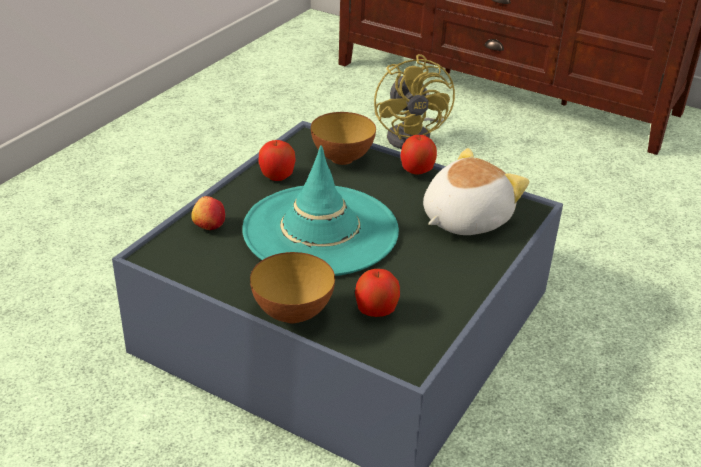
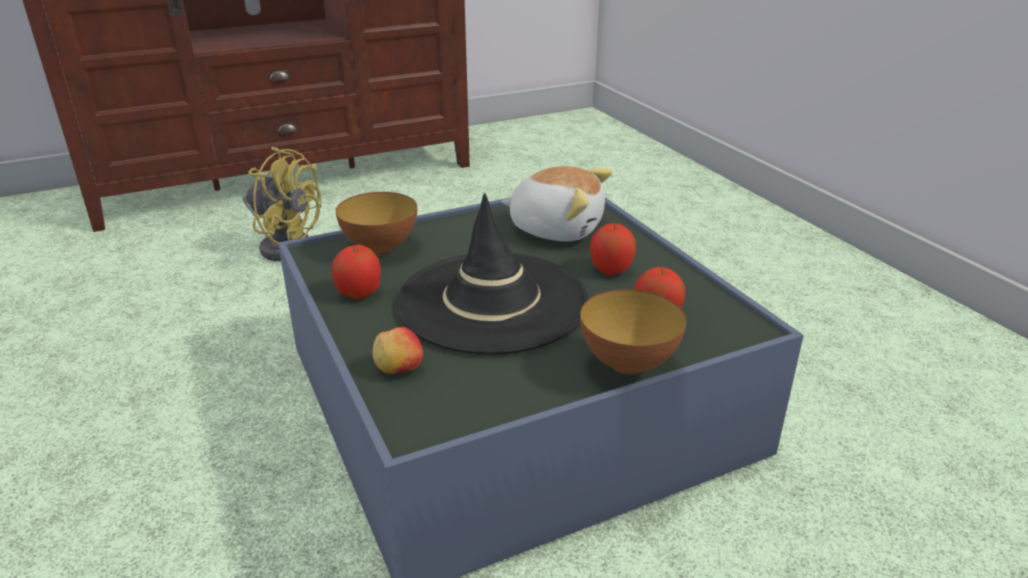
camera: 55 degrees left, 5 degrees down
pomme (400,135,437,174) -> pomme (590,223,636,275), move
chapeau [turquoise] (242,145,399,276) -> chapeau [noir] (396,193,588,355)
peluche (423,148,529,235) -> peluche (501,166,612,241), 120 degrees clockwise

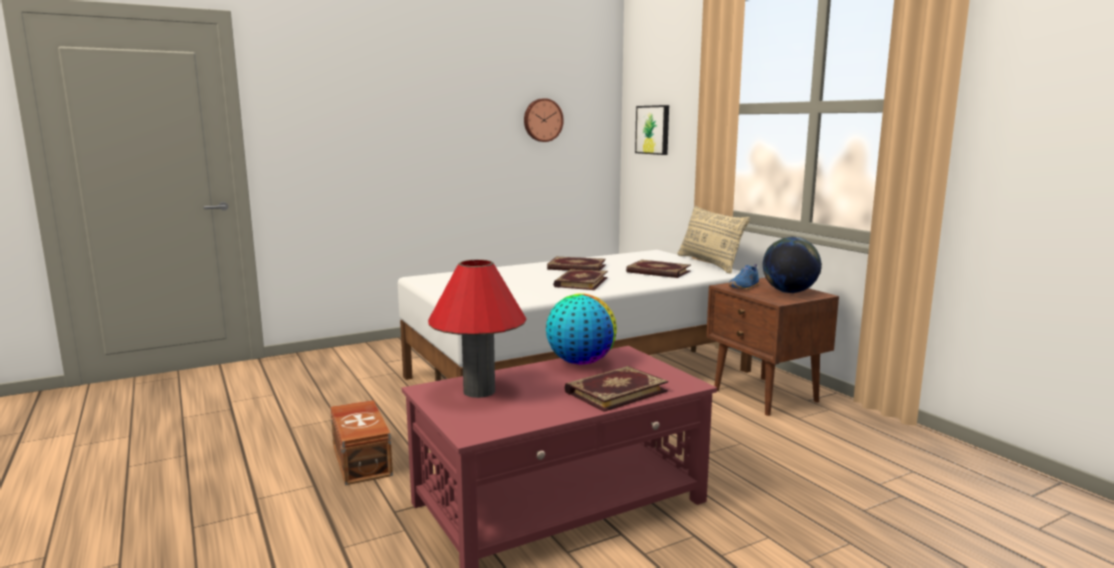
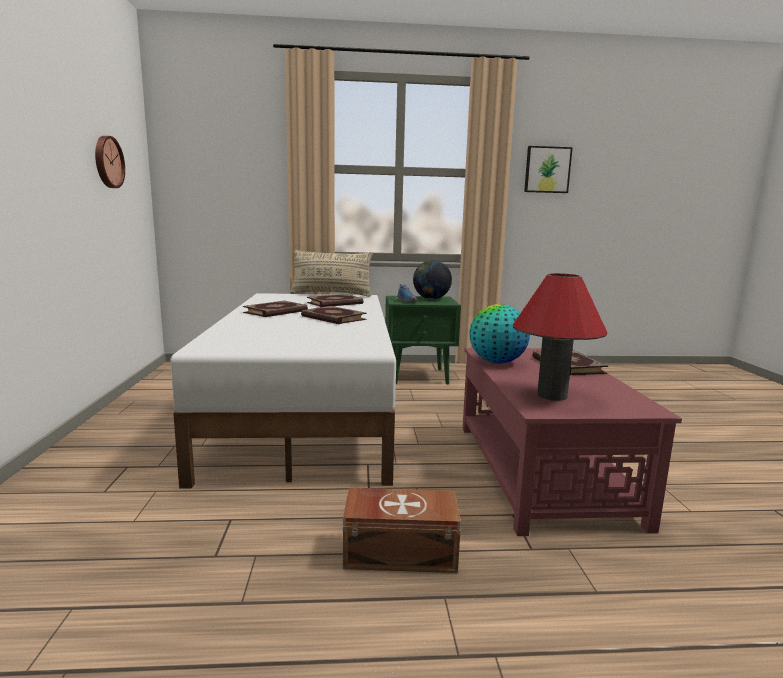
camera: 65 degrees left, 0 degrees up
tableau (635,105,669,155) -> tableau (524,146,573,193), move
table de chevet [marron] (706,277,839,416) -> table de chevet [vert] (385,296,461,384)

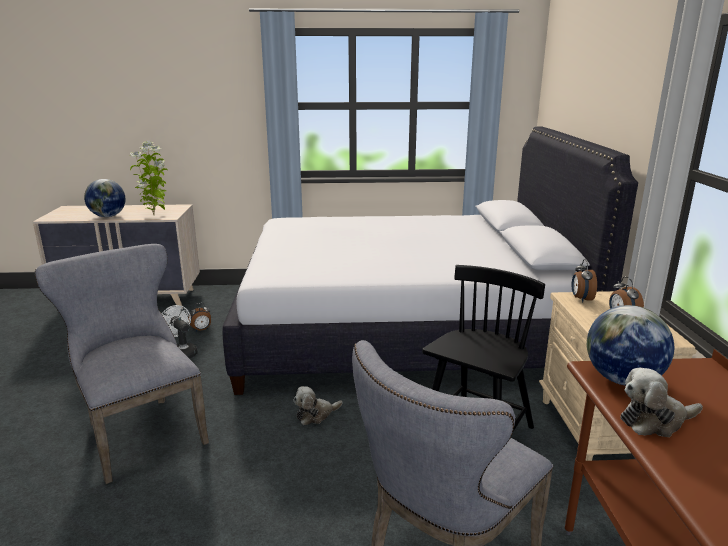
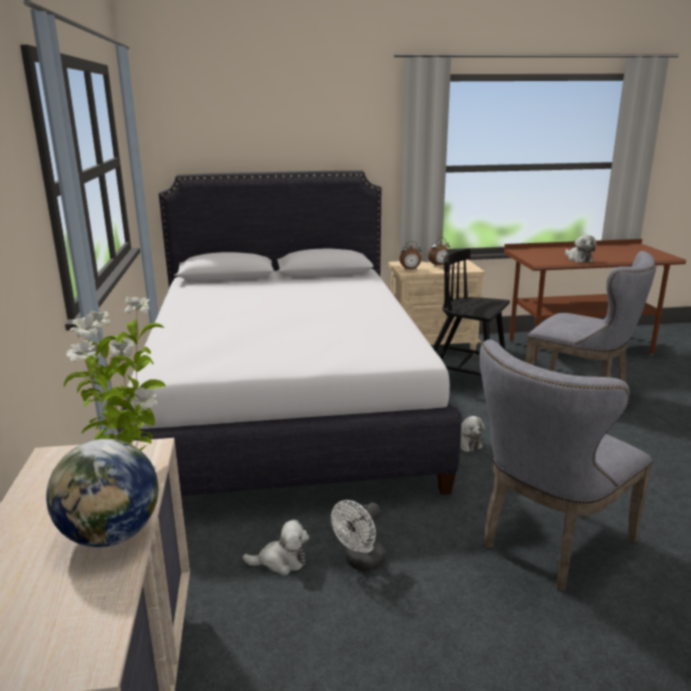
camera: 95 degrees left, 0 degrees up
globe (587,305,674,386) -> none
réveil (188,303,211,331) -> peluche (242,520,309,575)

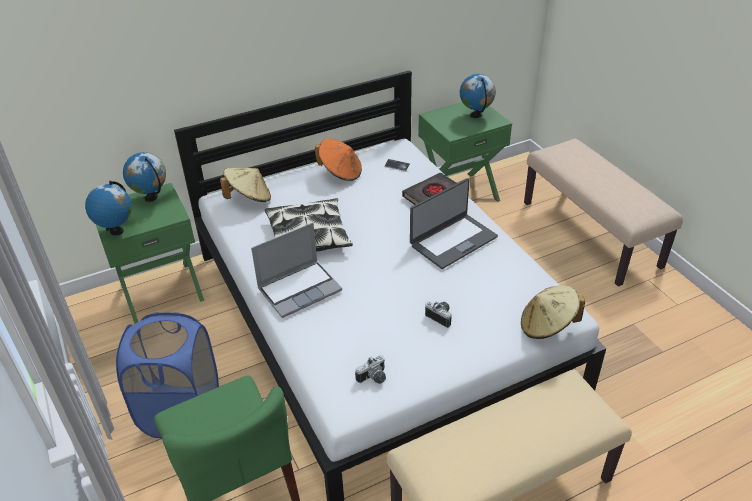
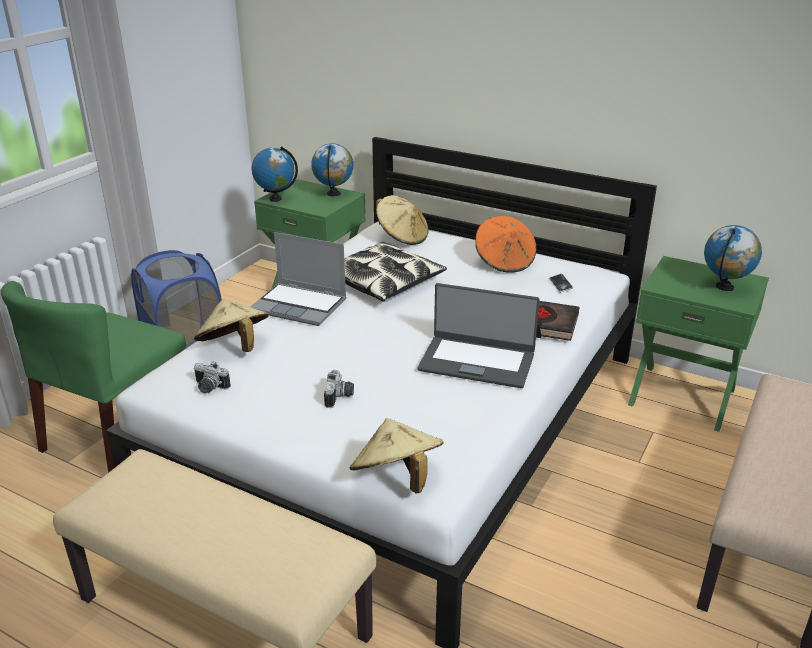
camera: 55 degrees right, 10 degrees down
none -> chapeau [beige] (194,299,269,352)

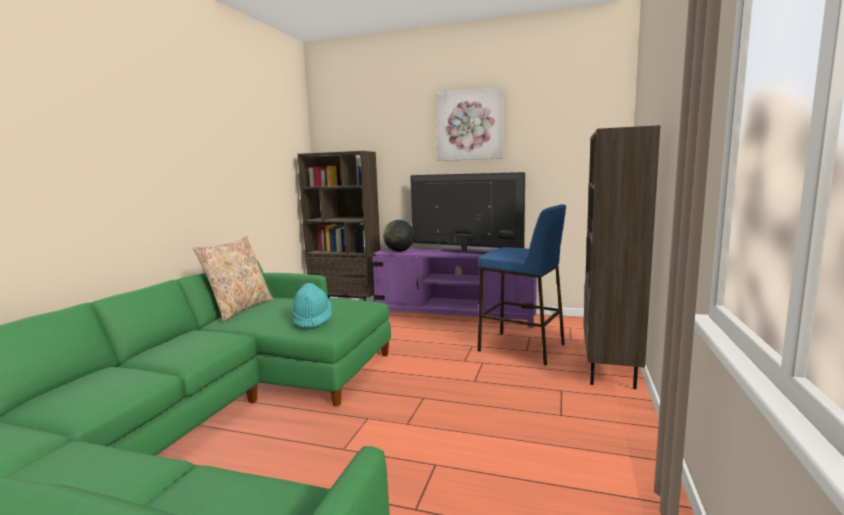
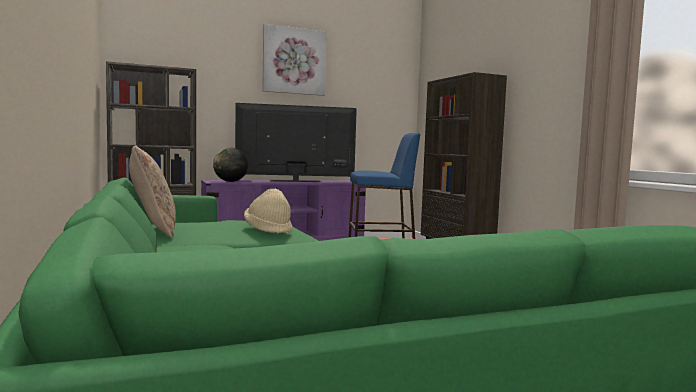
camera: 40 degrees left, 5 degrees down
chapeau [turquoise] (292,283,332,327) -> chapeau [beige] (244,189,293,233)

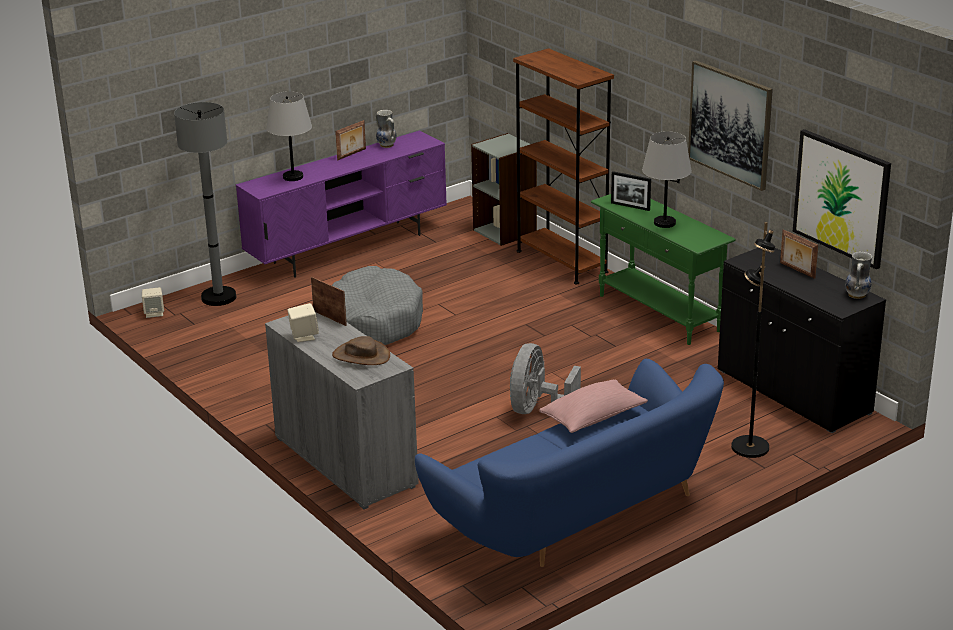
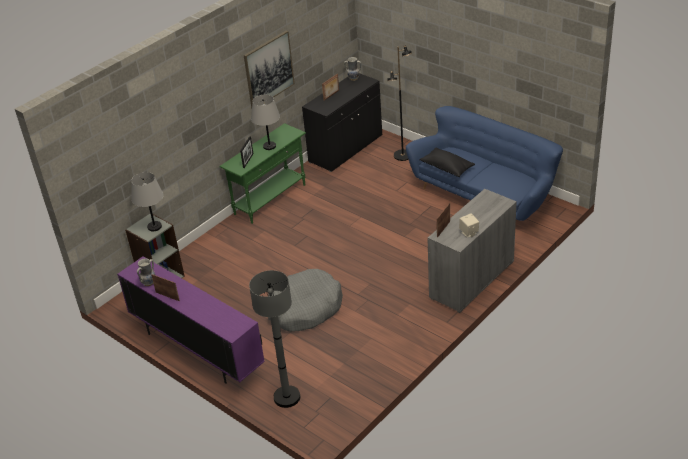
camera: 100 degrees left, 10 degrees up
enceinte [beige] (142,287,164,318) -> none
chapeau [marron] (332,336,390,365) -> none
ventilateur [gris] (510,343,581,414) -> none
bibliothèque [marron] (513,48,614,284) -> none
tableau (793,129,891,269) -> none
lampe de table [gris] (266,91,312,181) -> lampe de table [gris] (131,172,164,231), move
coussin [rose] (539,380,648,433) -> coussin [noir] (420,147,475,177)

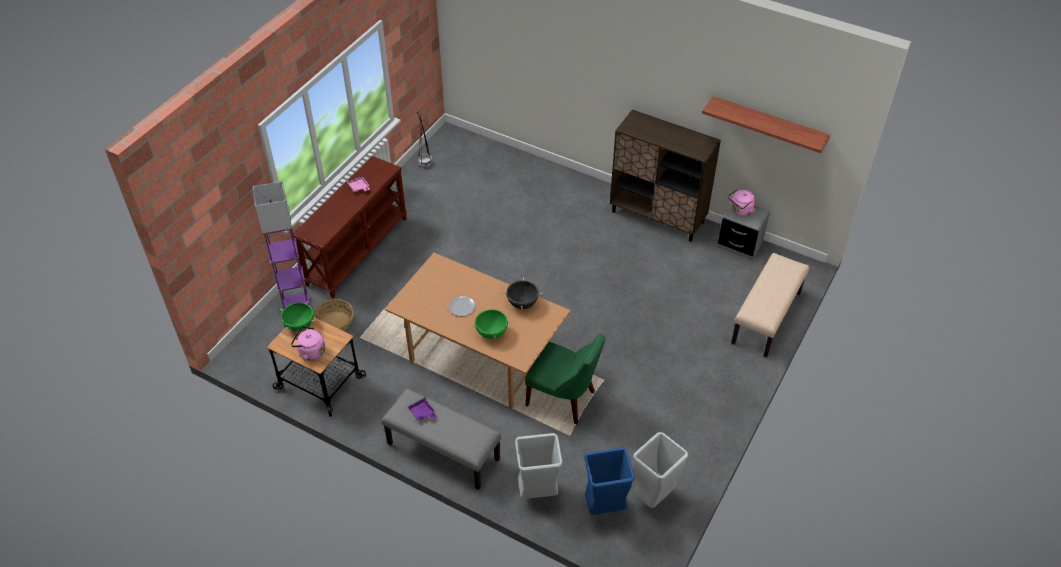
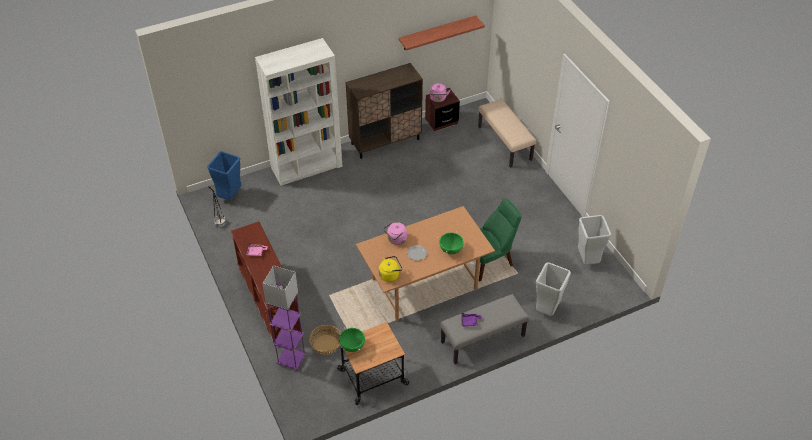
camera: 55 degrees left, 0 degrees up
marmite [noir] (503,278,543,310) -> none
none -> bibliothèque [blanc] (255,38,342,186)
none -> bouilloire [jaune] (379,256,403,282)
bouilloire [rose] (291,326,325,361) -> bouilloire [rose] (383,222,407,245), move
poubelle [bleu] (584,447,634,515) -> poubelle [bleu] (207,151,242,200), move
table de chevet [gris] (718,206,770,260) -> table de chevet [marron] (425,88,460,131)

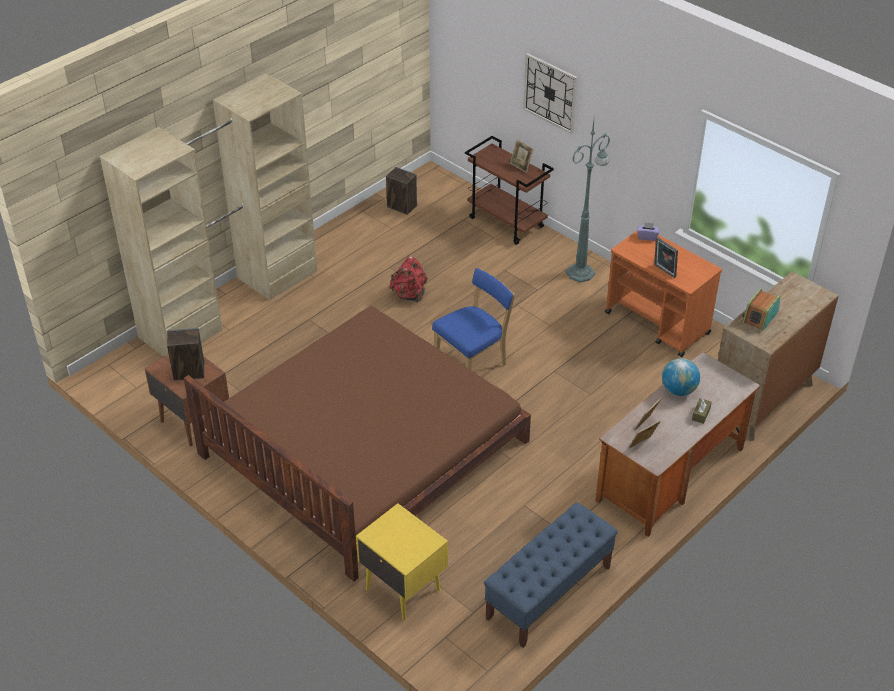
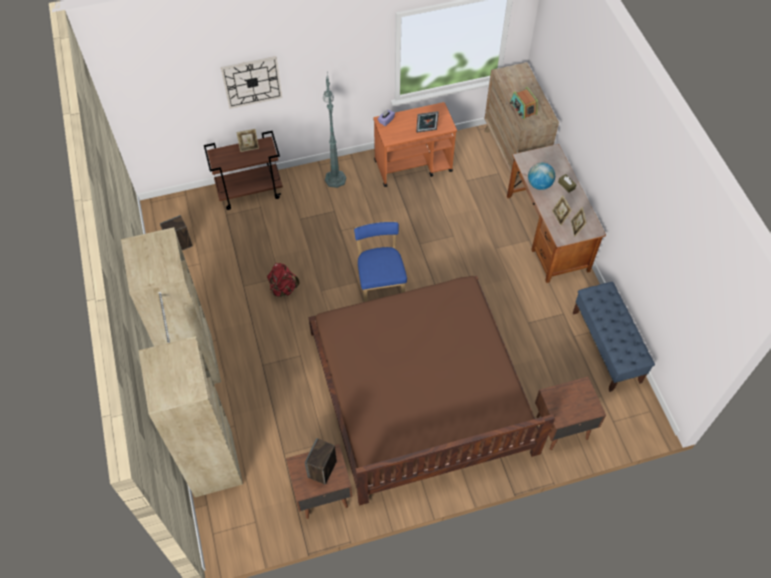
camera: 60 degrees left, 15 degrees up
table de chevet [jaune] (356,503,448,620) -> table de chevet [marron] (535,377,606,450)

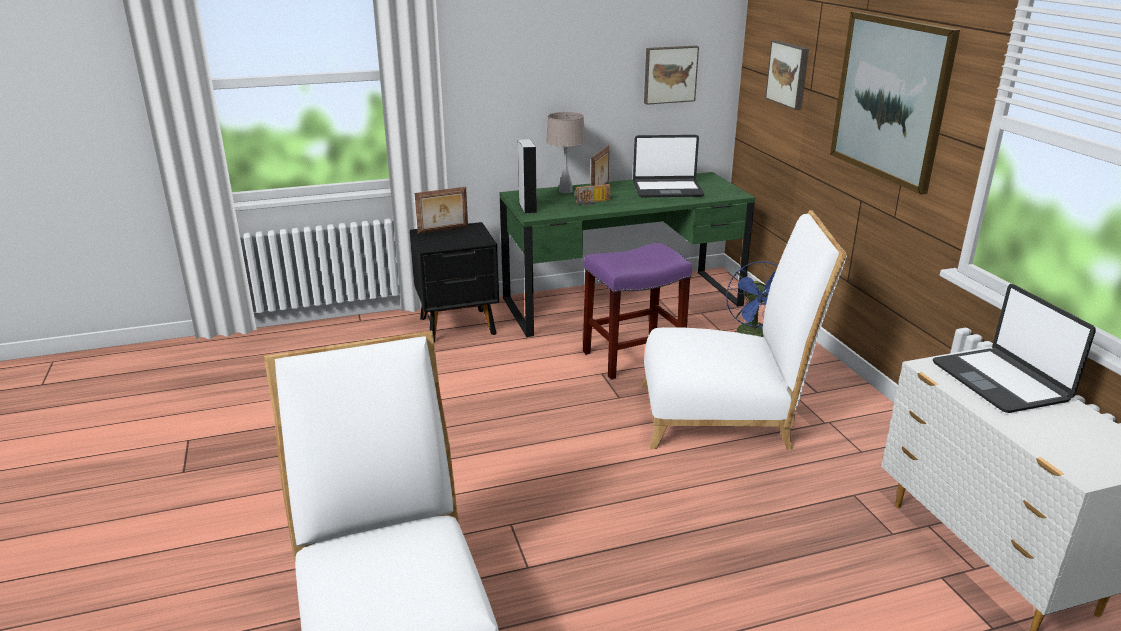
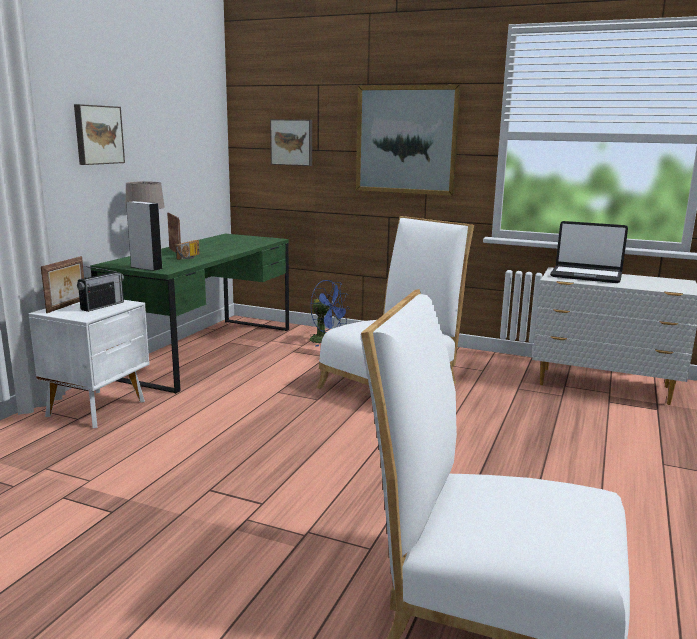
camera: 50 degrees left, 10 degrees down
tabouret [violet] (583,243,692,380) -> none
ordinateur portable (633,135,704,198) -> none
none -> radio (77,266,124,312)
tableau (644,46,699,105) -> tableau (74,104,125,165), move
table de chevet [noir] (410,222,499,342) -> table de chevet [blanc] (29,300,150,428)

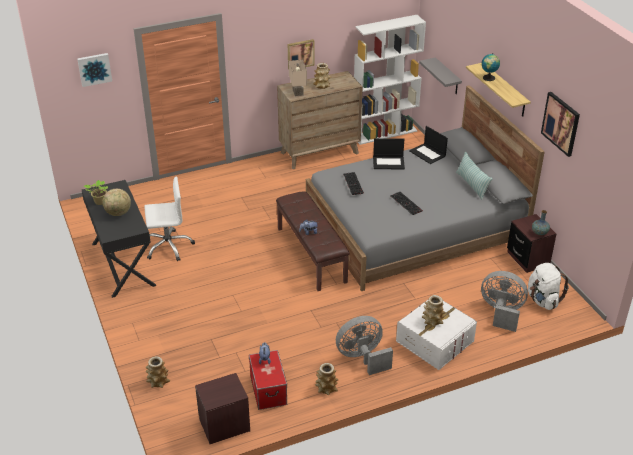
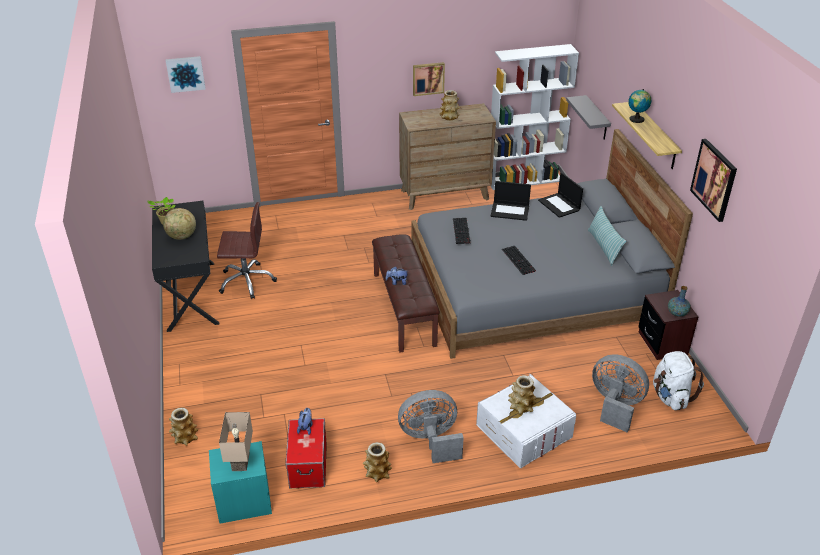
camera: 10 degrees right, 0 degrees up
lampe de table [beige] (289,60,307,96) -> lampe de table [beige] (219,412,253,471), move
chaise de bureau [blanc] (144,176,195,261) -> chaise de bureau [marron] (217,202,277,299)
table de chevet [marron] (195,373,250,444) -> table de chevet [turquoise] (209,441,272,524)

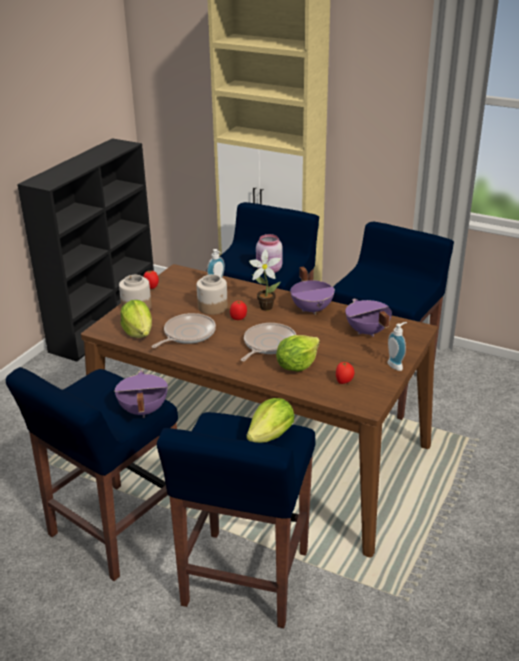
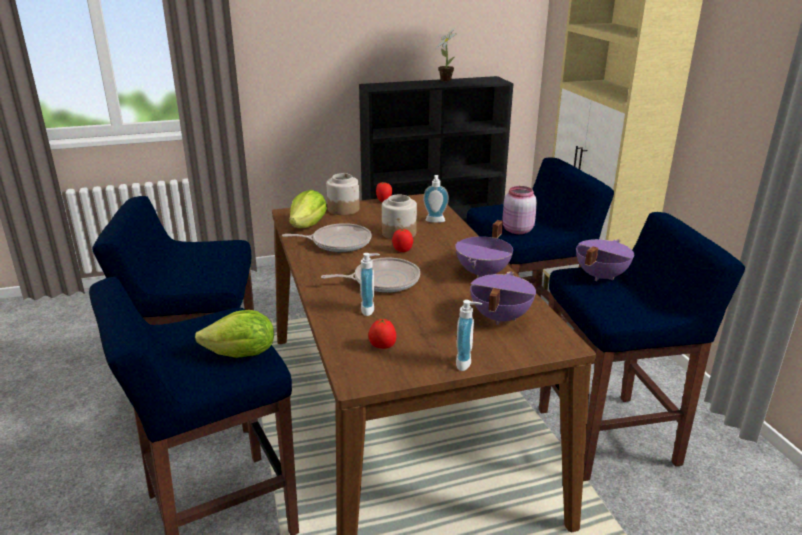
camera: 45 degrees right, 5 degrees down
marmite [violet] (115,370,168,418) -> marmite [violet] (576,239,634,281), move
plante en pot (249,249,281,311) -> plante en pot (435,28,457,81), move
laitue (276,335,320,372) -> distributeur de savon (360,253,380,316)

